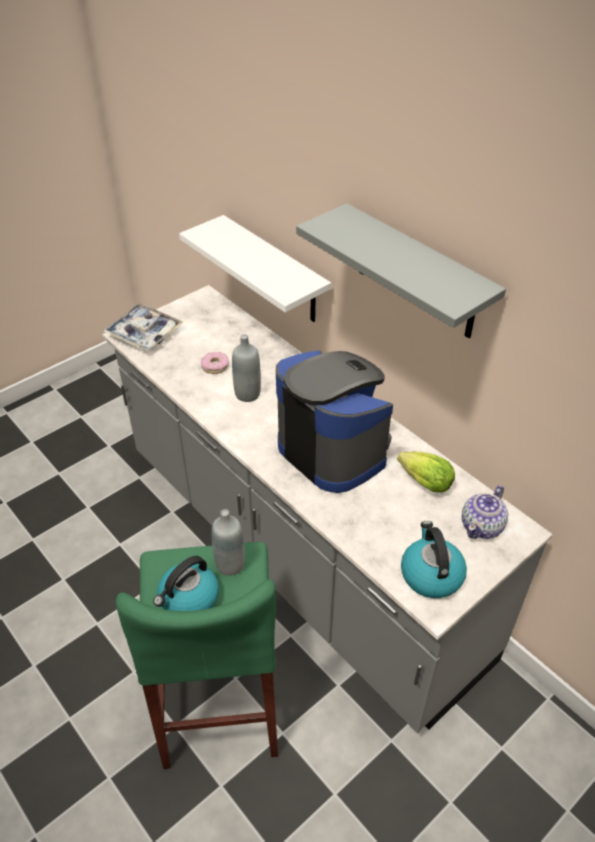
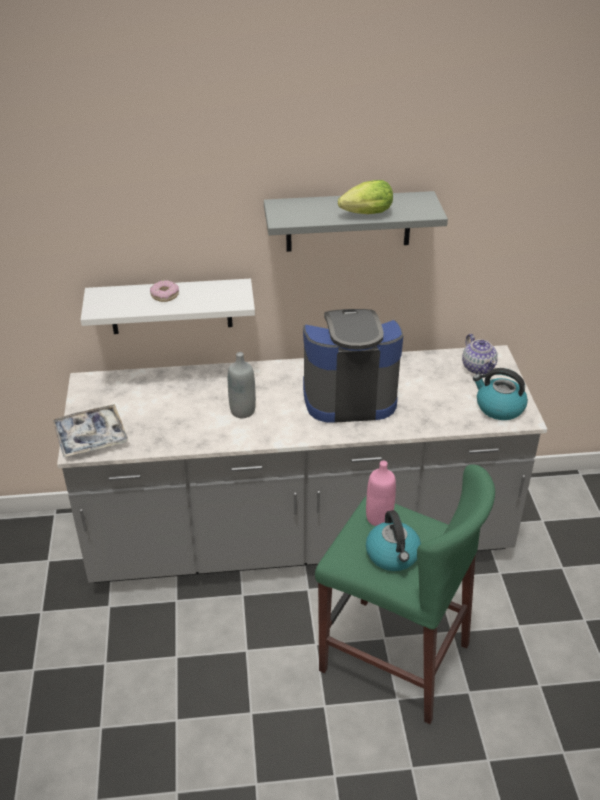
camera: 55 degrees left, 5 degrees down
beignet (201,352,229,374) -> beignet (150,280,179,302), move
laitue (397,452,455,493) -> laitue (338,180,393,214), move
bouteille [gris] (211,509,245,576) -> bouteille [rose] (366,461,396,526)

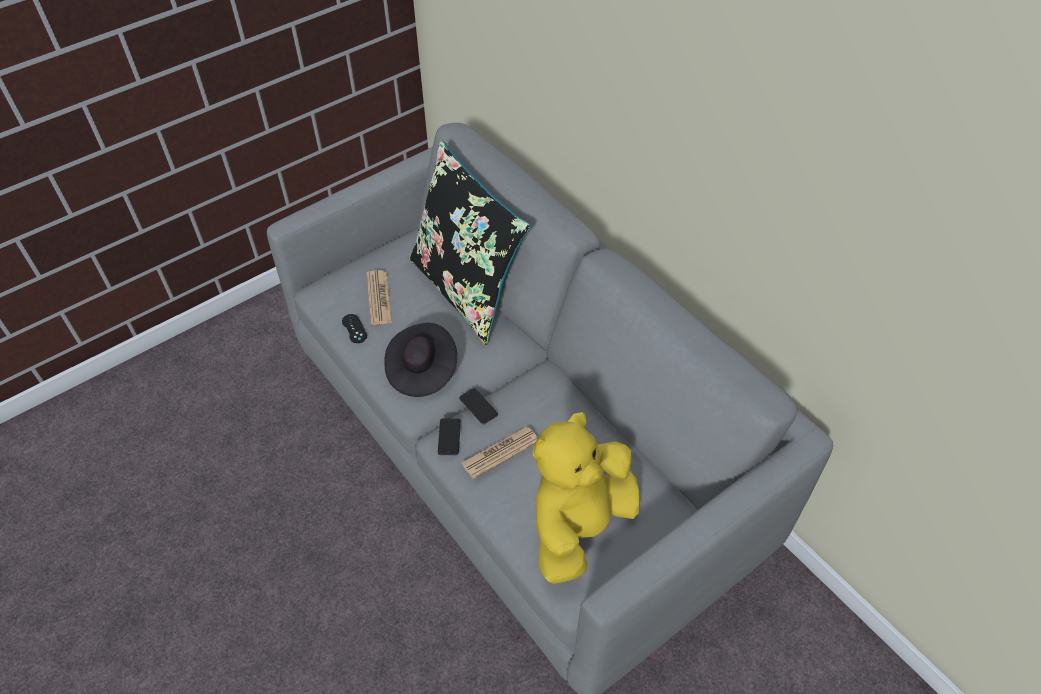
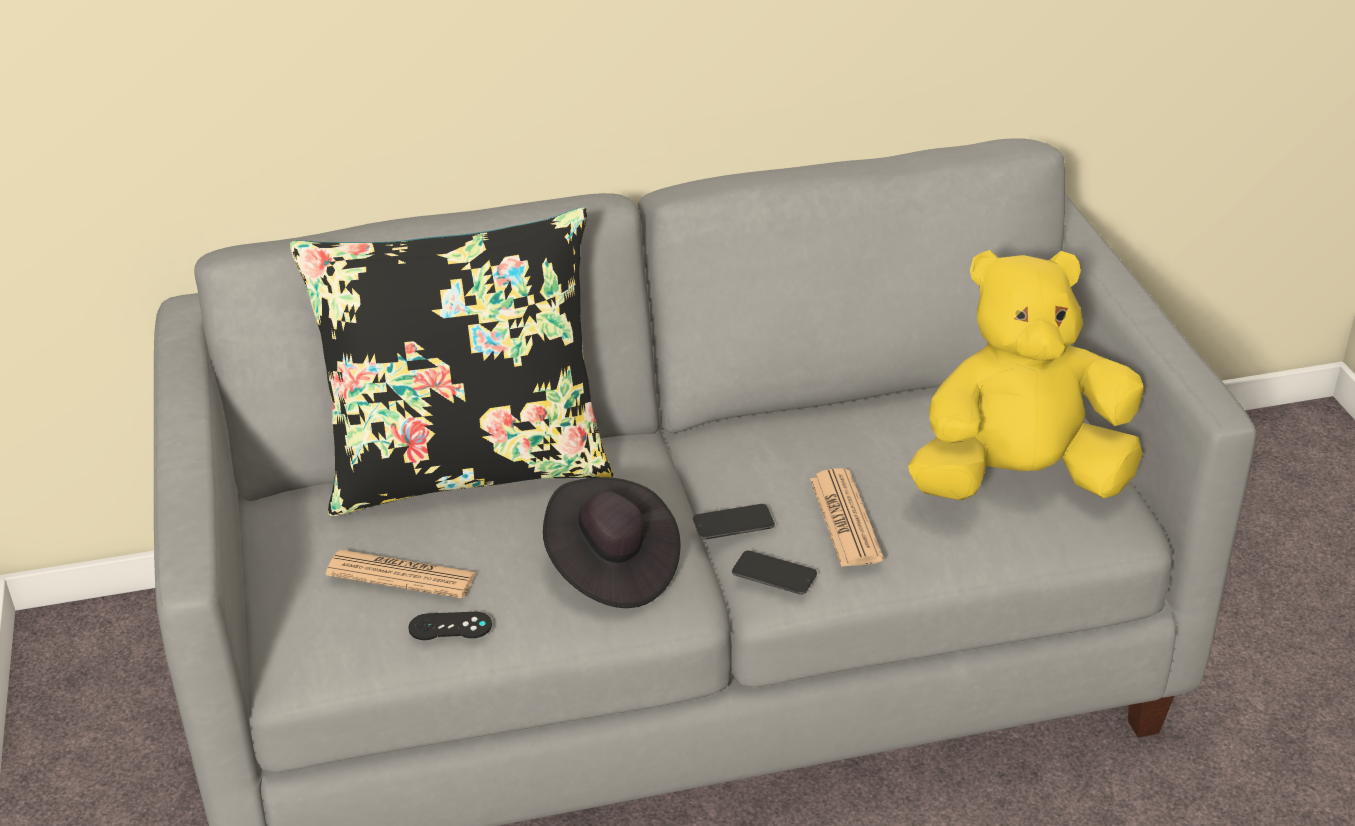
camera: 65 degrees left, 15 degrees down
peluche [jaune] (533,412,641,584) -> peluche [jaune] (908,250,1144,500), 105 degrees clockwise

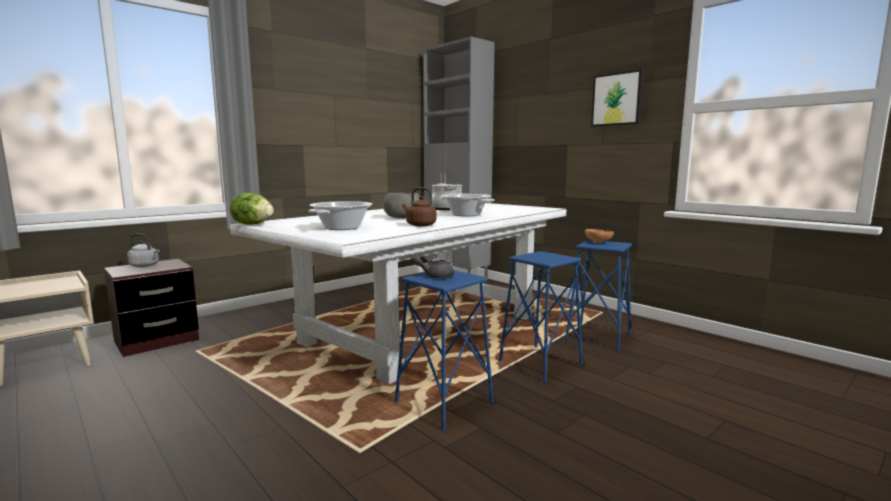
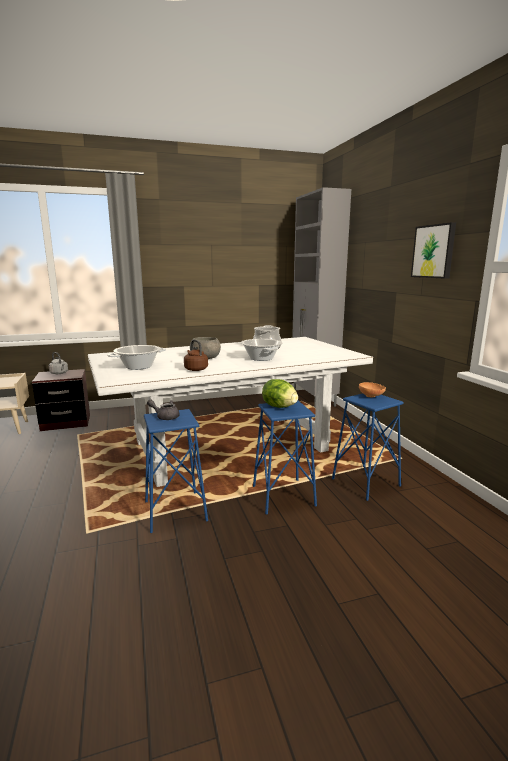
camera: 25 degrees right, 5 degrees up
laitue (229,193,274,225) -> laitue (262,379,298,408), move

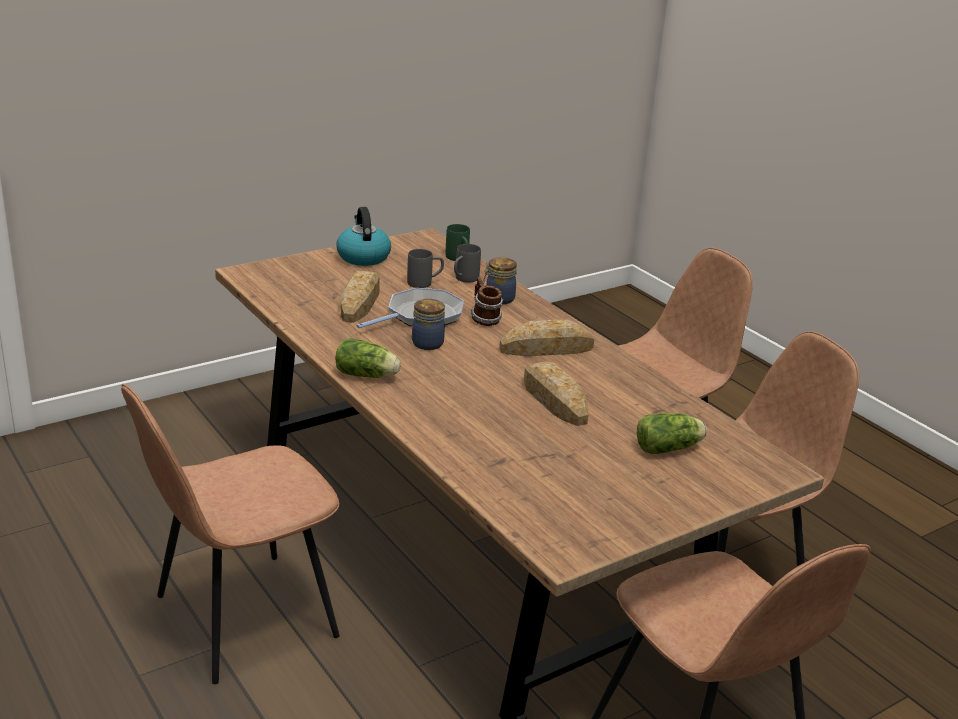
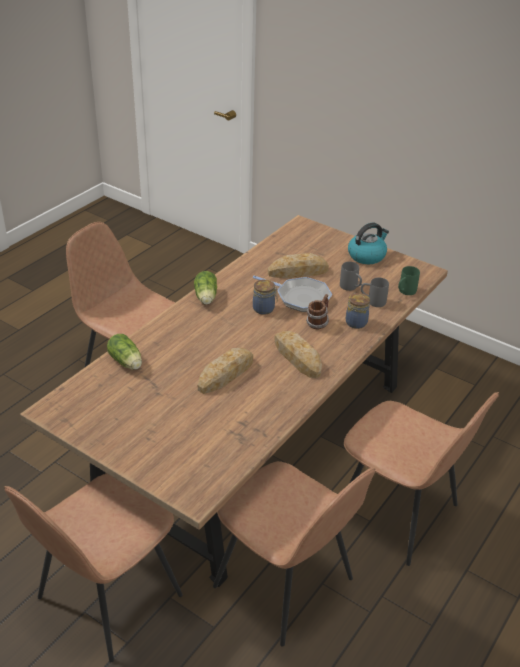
camera: 70 degrees right, 10 degrees up
laitue (637,413,707,454) -> laitue (107,334,142,370), move

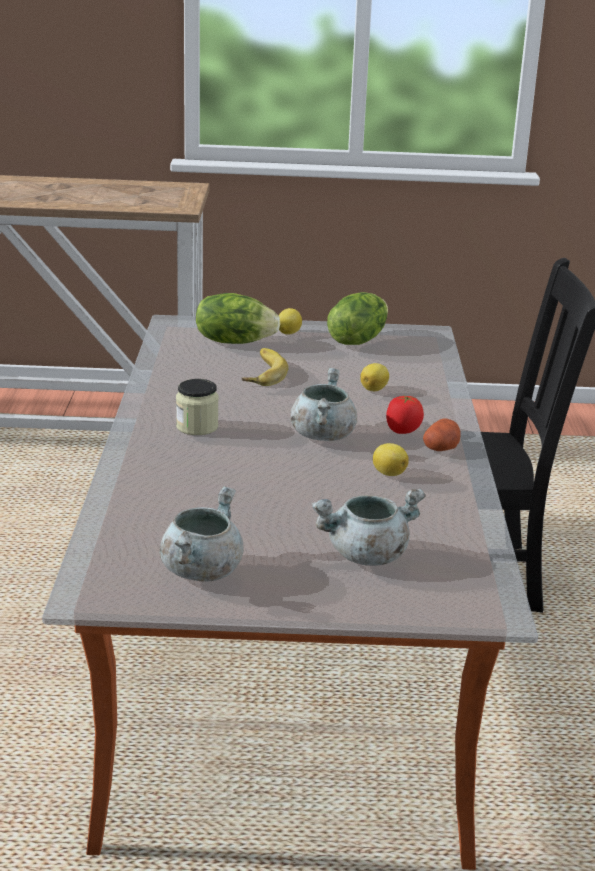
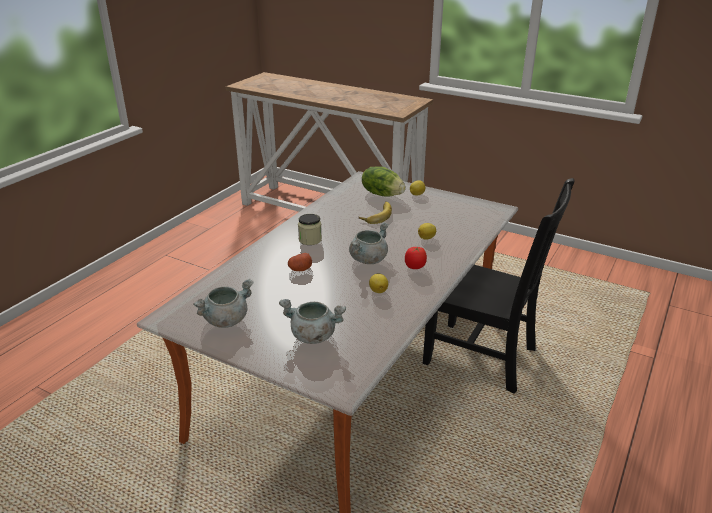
camera: 30 degrees right, 5 degrees up
laitue (327,292,388,345) -> none
pomme de terre (423,418,461,451) -> pomme de terre (288,253,312,271), move

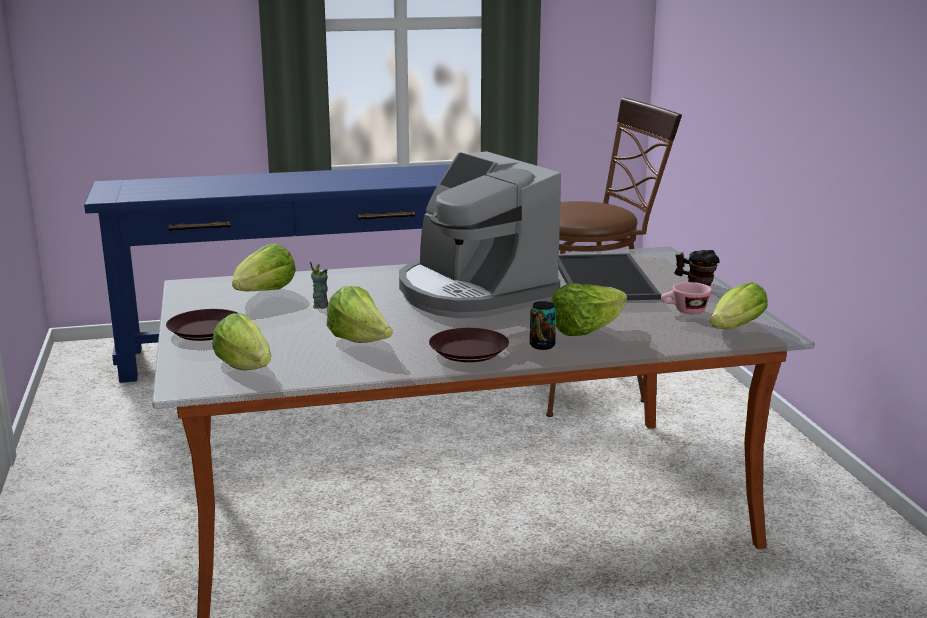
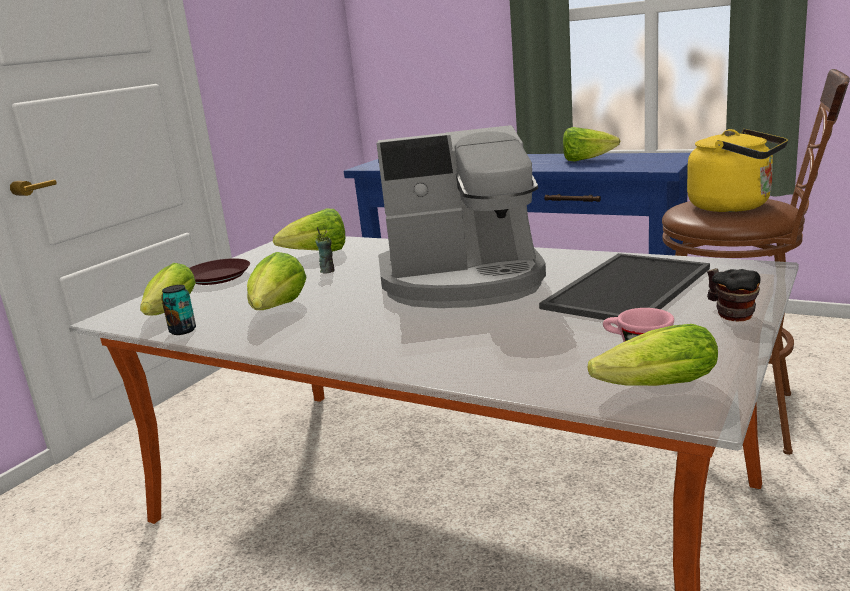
camera: 45 degrees right, 0 degrees up
assiette [marron] (429,328,509,362) -> none
none -> bouilloire [jaune] (687,129,788,212)
boîte métallique (530,301,556,350) -> boîte métallique (161,285,196,335), move
laitue (551,283,627,336) -> laitue (563,127,620,161), move
machine à café (399,151,561,318) -> machine à café (376,125,546,308), 105 degrees counterclockwise

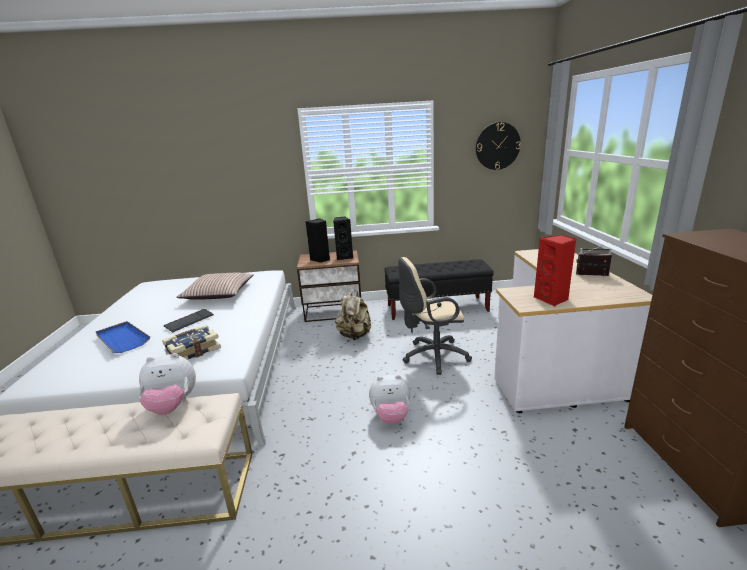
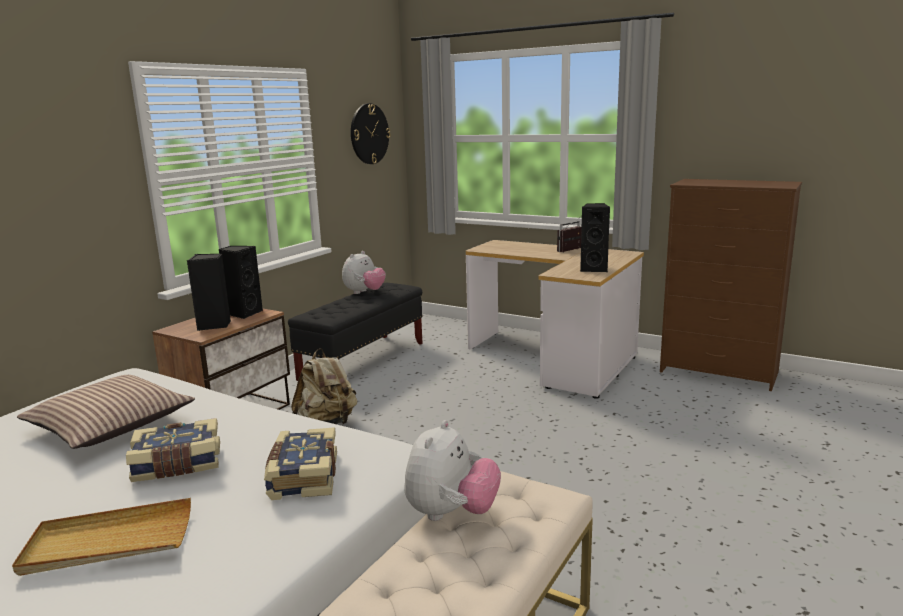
camera: 55 degrees left, 5 degrees down
chaise de bureau [beige] (398,257,472,375) -> none
peluche (369,375,410,424) -> peluche (342,251,386,294), move
clavier (164,309,214,333) -> livre (126,418,220,482)
plateau [bleu] (96,321,150,353) -> plateau [beige] (12,498,191,576)
enceinte [rouge] (534,235,576,307) -> enceinte [noir] (580,203,610,272)

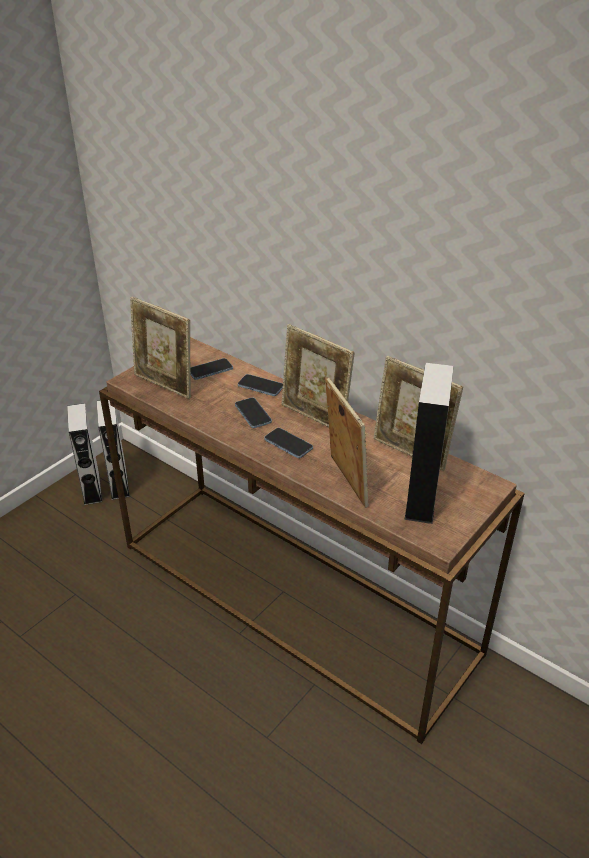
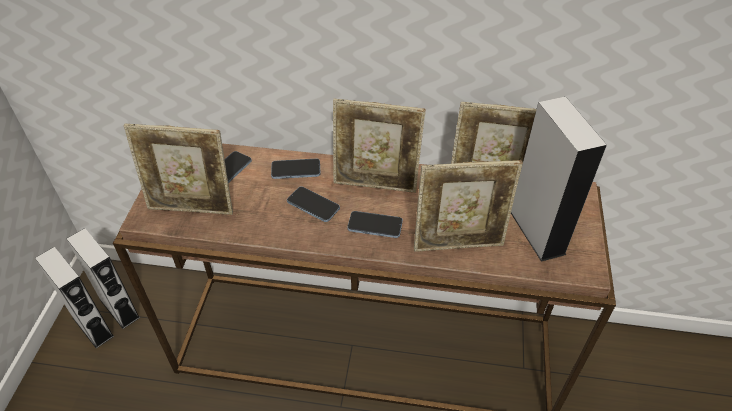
camera: 30 degrees left, 10 degrees up
cadre photo (325,377,369,508) -> cadre photo (414,160,523,252), 135 degrees clockwise

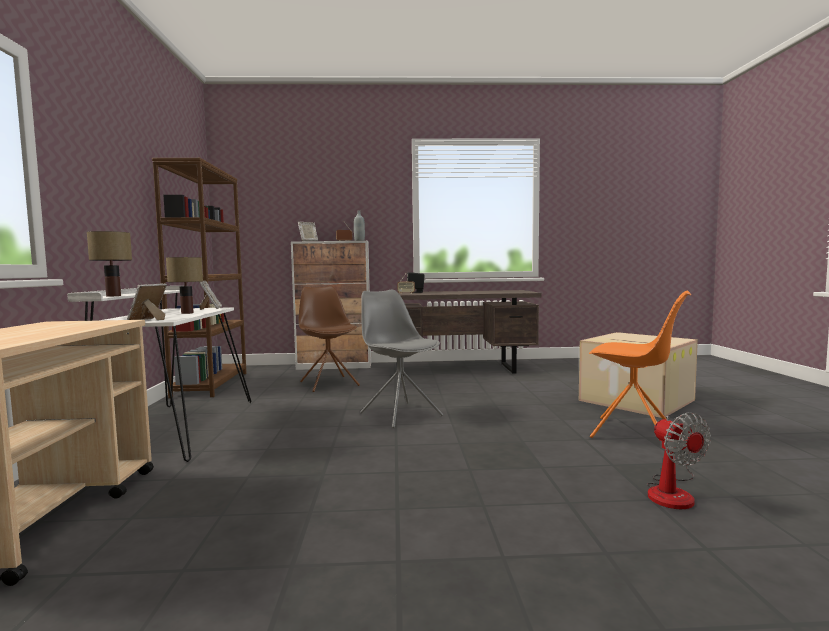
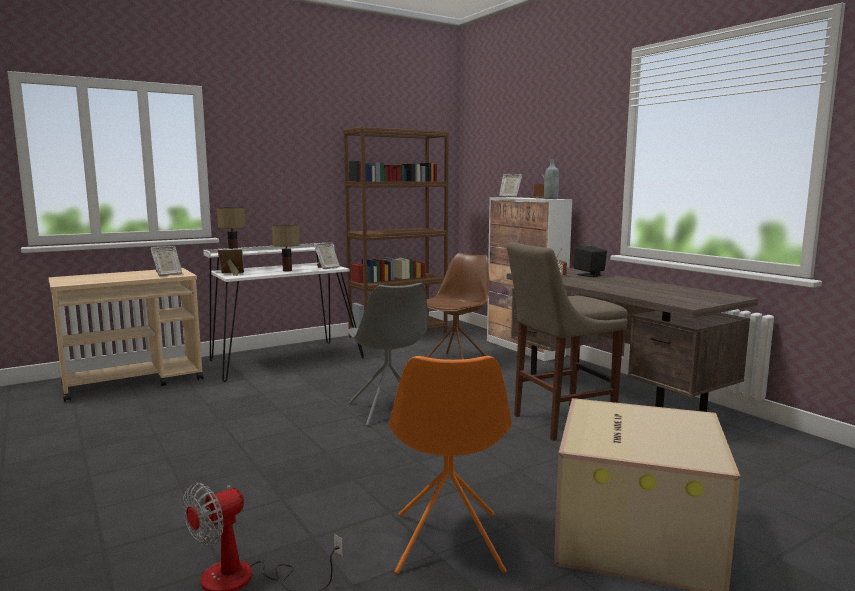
camera: 60 degrees right, 5 degrees up
none -> cadre photo (150,246,182,276)
none -> tabouret [beige] (507,242,628,441)
chaise [gris] (360,289,443,428) -> chaise [gris] (348,283,428,426), 135 degrees clockwise

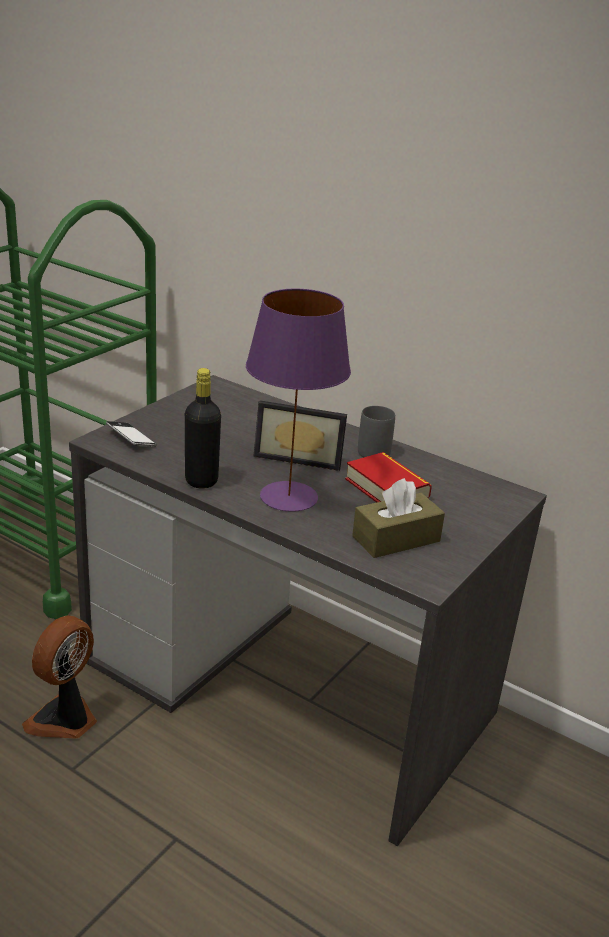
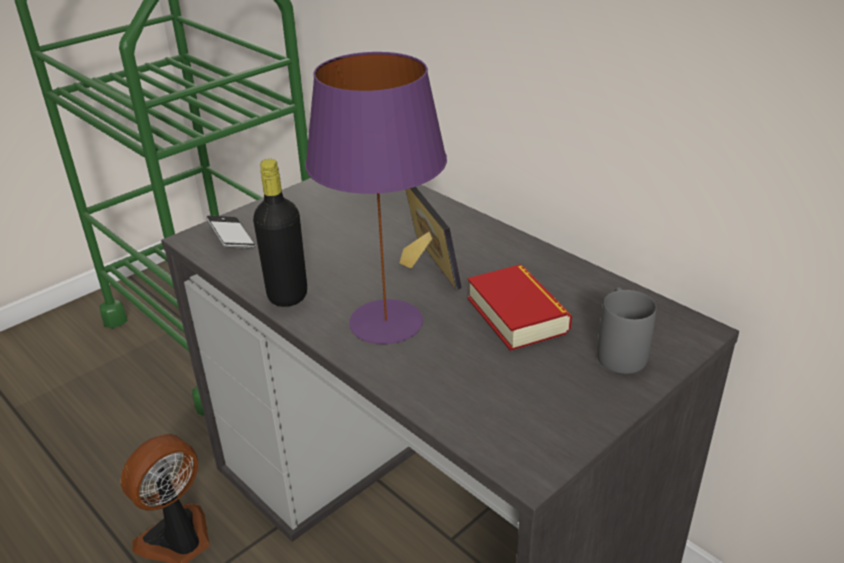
camera: 15 degrees right, 5 degrees up
boîte à mouchoirs [marron] (352,478,445,558) -> none
mug [gris] (358,406,395,457) -> mug [gris] (597,287,656,374), move
cadre photo (254,400,347,471) -> cadre photo (400,187,461,290), 135 degrees counterclockwise

